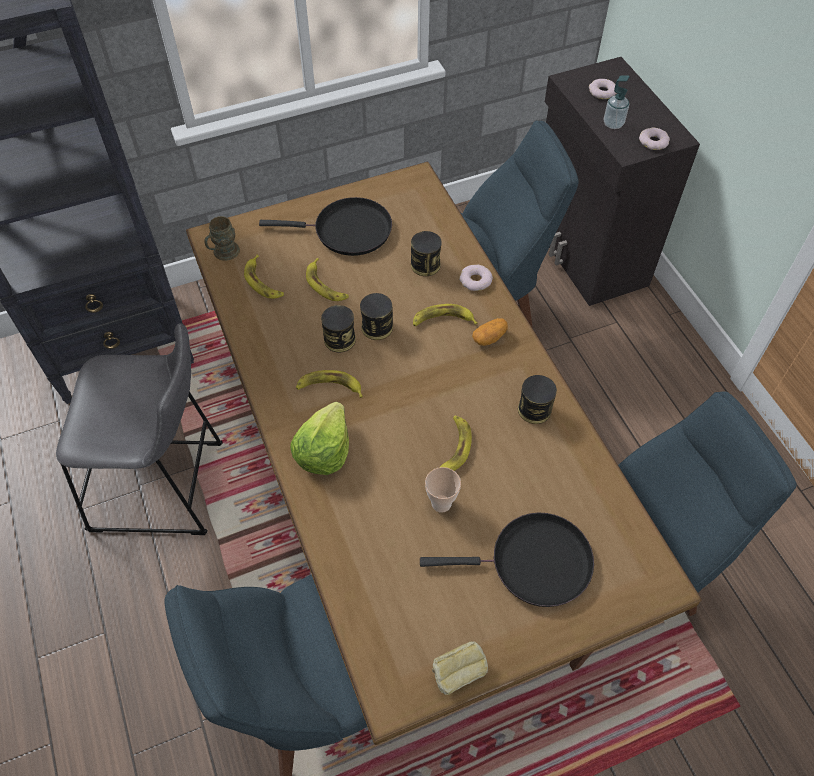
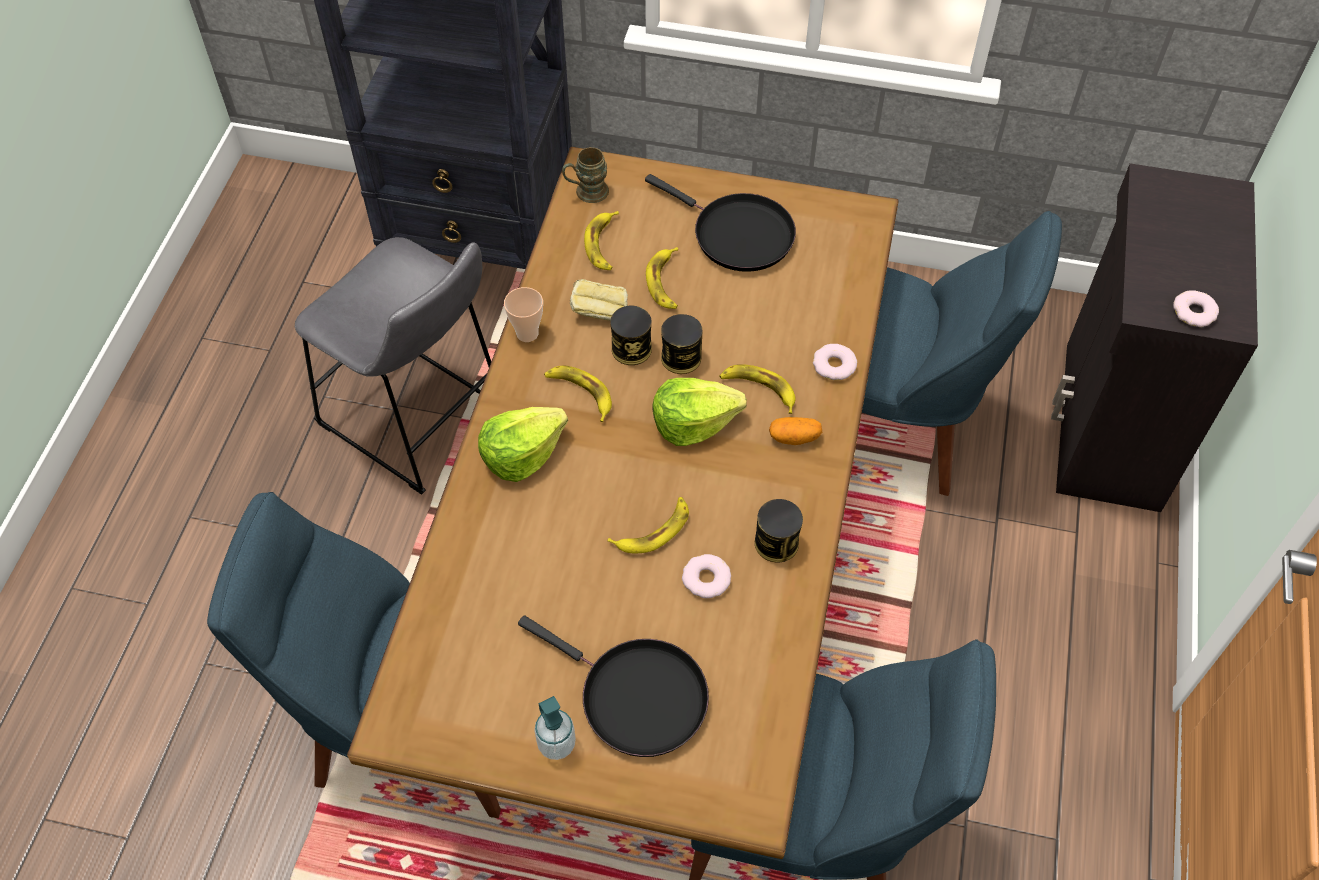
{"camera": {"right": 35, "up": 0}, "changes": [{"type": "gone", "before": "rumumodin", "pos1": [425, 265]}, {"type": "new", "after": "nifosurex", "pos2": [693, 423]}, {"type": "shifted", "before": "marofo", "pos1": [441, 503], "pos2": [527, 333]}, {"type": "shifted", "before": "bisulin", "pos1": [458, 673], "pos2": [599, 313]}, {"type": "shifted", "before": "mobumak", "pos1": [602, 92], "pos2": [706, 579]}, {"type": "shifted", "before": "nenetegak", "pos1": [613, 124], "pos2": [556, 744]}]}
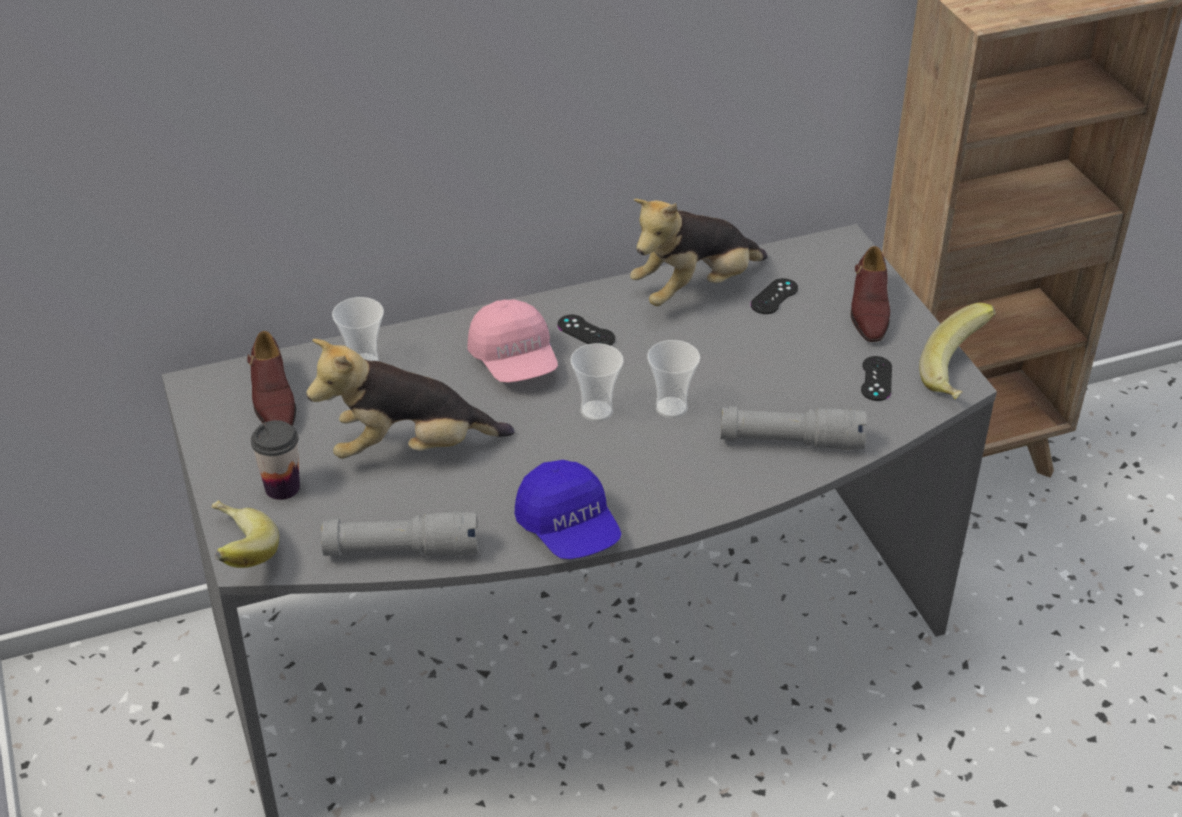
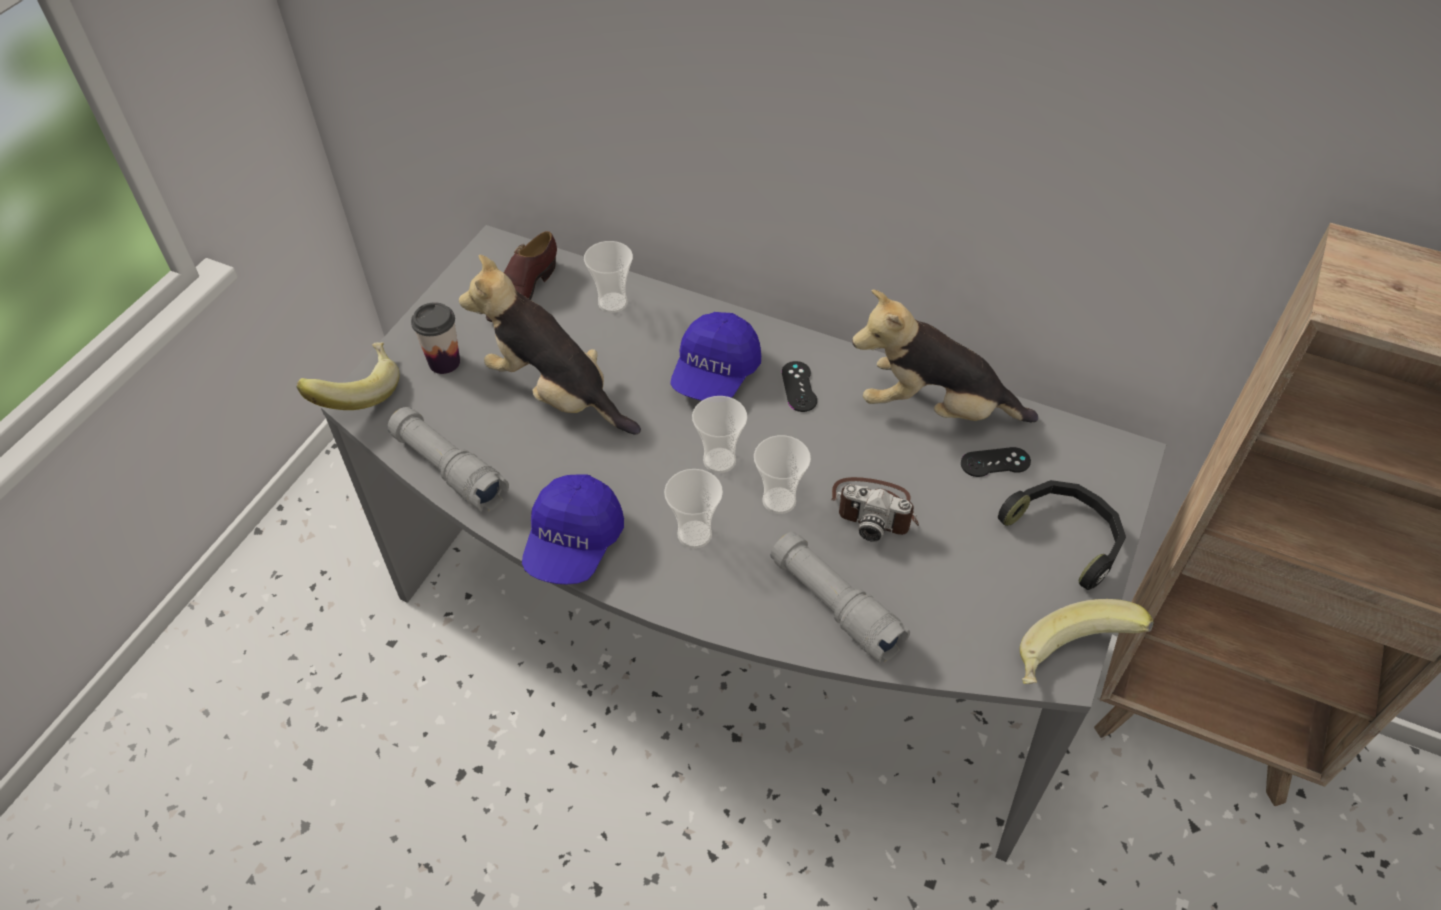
{"camera": {"right": 45, "up": 10}, "changes": [{"type": "gone", "before": "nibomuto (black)", "pos1": [876, 379]}, {"type": "new", "after": "marofo", "pos2": [694, 534]}, {"type": "new", "after": "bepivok", "pos2": [875, 509]}, {"type": "swapped", "before": "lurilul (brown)", "after": "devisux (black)", "pos1": [868, 311], "pos2": [1065, 536]}, {"type": "repainted", "before": "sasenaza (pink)", "after": "sasenaza (blue)", "pos1": [514, 361], "pos2": [715, 374]}]}
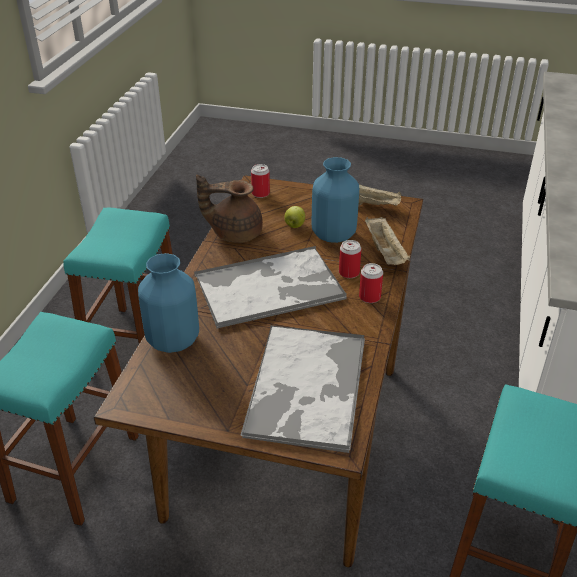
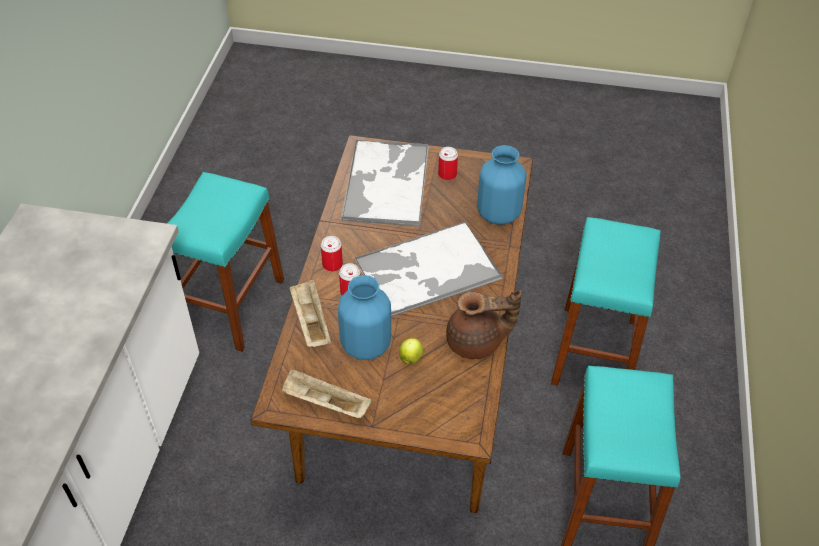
{"camera": {"right": 175, "up": 10}, "changes": [{"type": "shifted", "before": "rumumodin", "pos1": [260, 193], "pos2": [447, 175]}]}
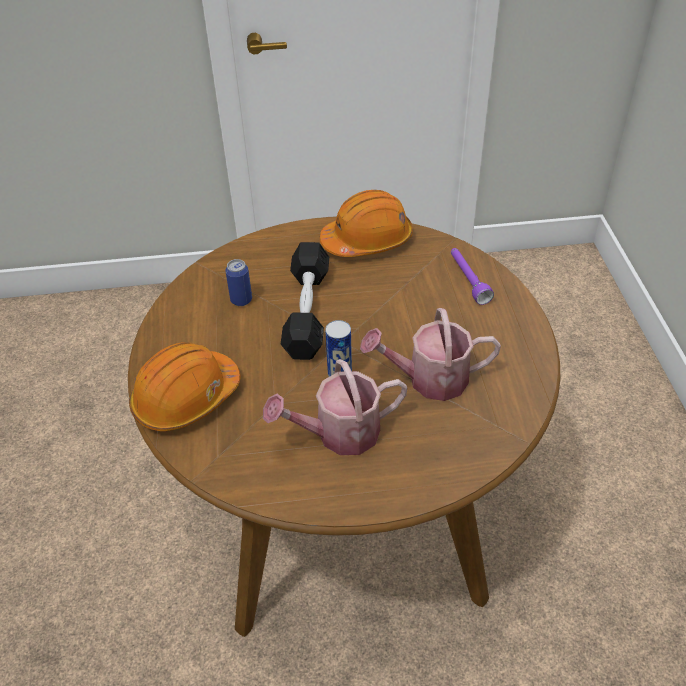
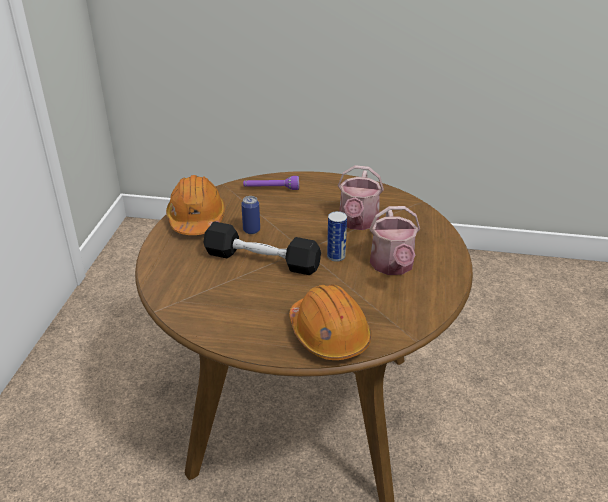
{"camera": {"right": -75, "up": -10}, "changes": [{"type": "shifted", "before": "rumumodin", "pos1": [241, 300], "pos2": [251, 230]}]}
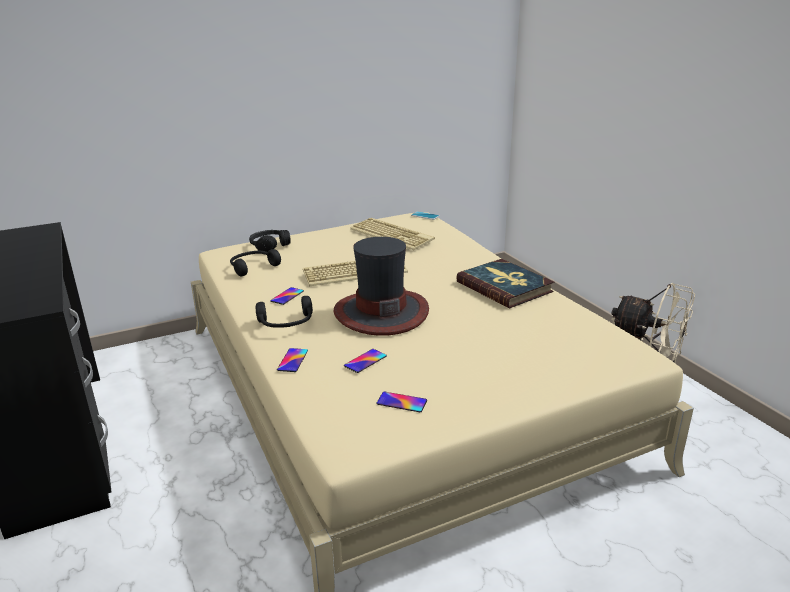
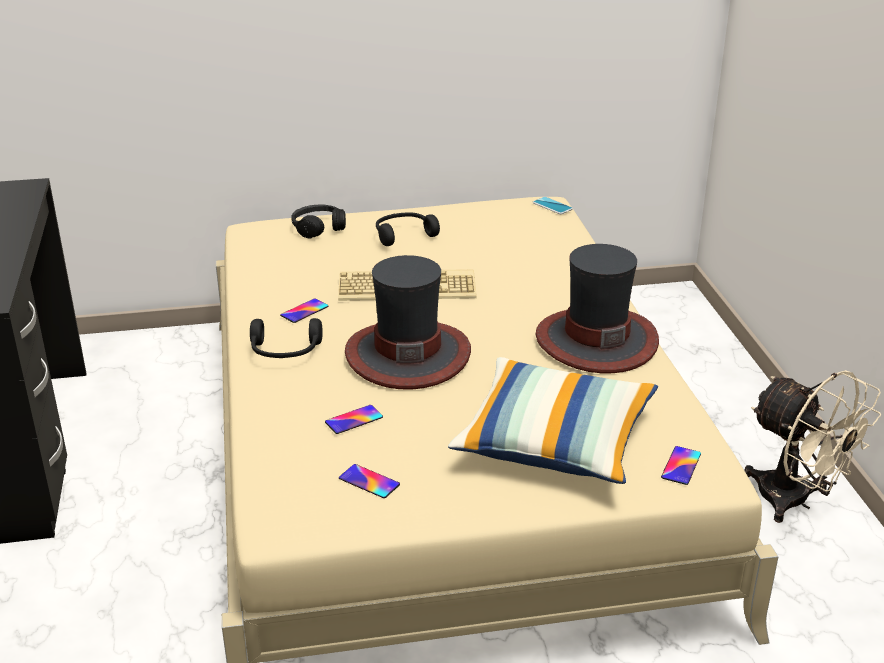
{"camera": {"right": 15, "up": 5}, "changes": [{"type": "gone", "before": "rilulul", "pos1": [393, 235]}, {"type": "new", "after": "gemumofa", "pos2": [555, 441]}, {"type": "shifted", "before": "devisux (black)", "pos1": [253, 267], "pos2": [403, 235]}, {"type": "shifted", "before": "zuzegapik", "pos1": [292, 360], "pos2": [681, 466]}, {"type": "swapped", "before": "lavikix", "after": "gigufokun", "pos1": [504, 287], "pos2": [596, 340]}]}
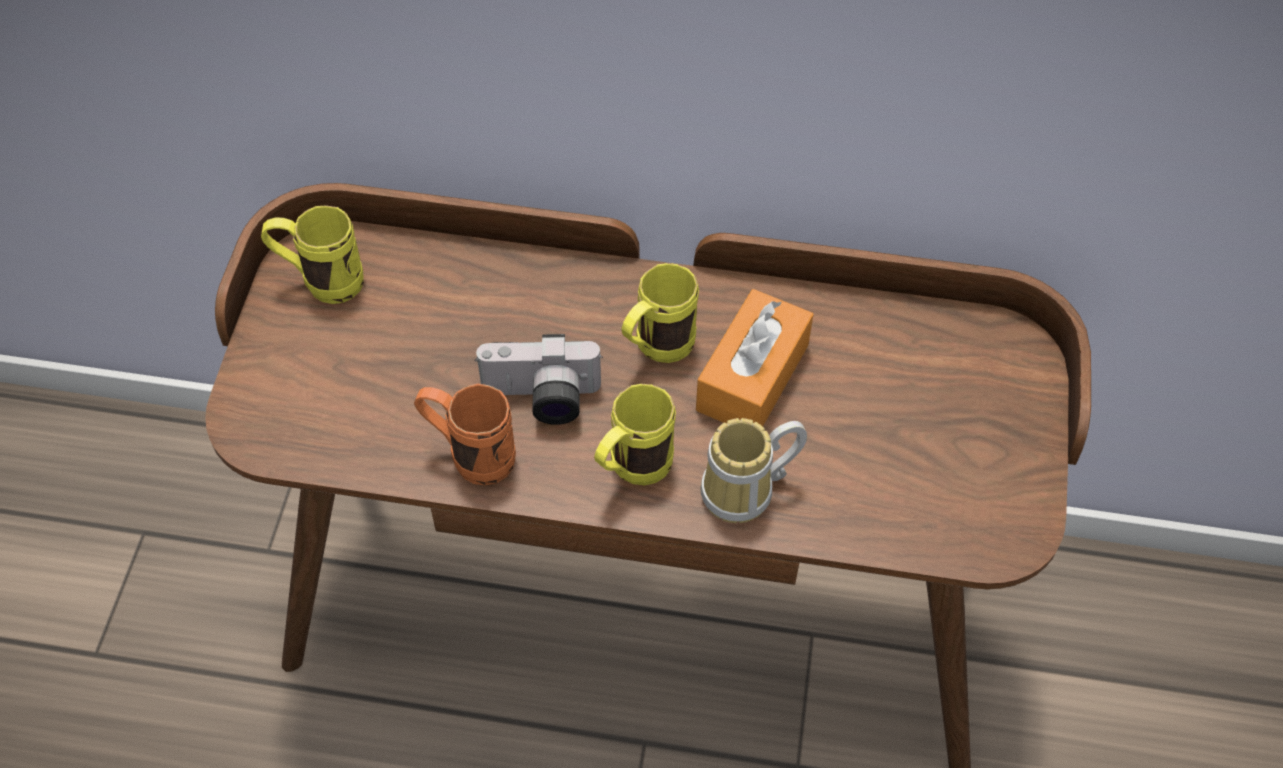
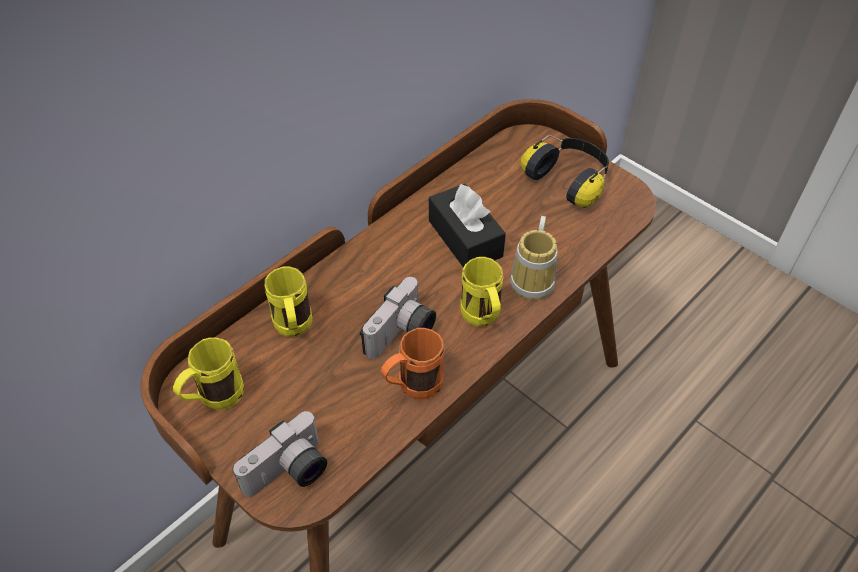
{"camera": {"right": -55, "up": -5}, "changes": [{"type": "new", "after": "bepivok", "pos2": [289, 473]}, {"type": "new", "after": "devisux", "pos2": [569, 181]}, {"type": "shifted", "before": "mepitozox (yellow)", "pos1": [655, 349], "pos2": [294, 329]}, {"type": "repainted", "before": "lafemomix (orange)", "after": "lafemomix (black)", "pos1": [752, 377], "pos2": [465, 238]}]}
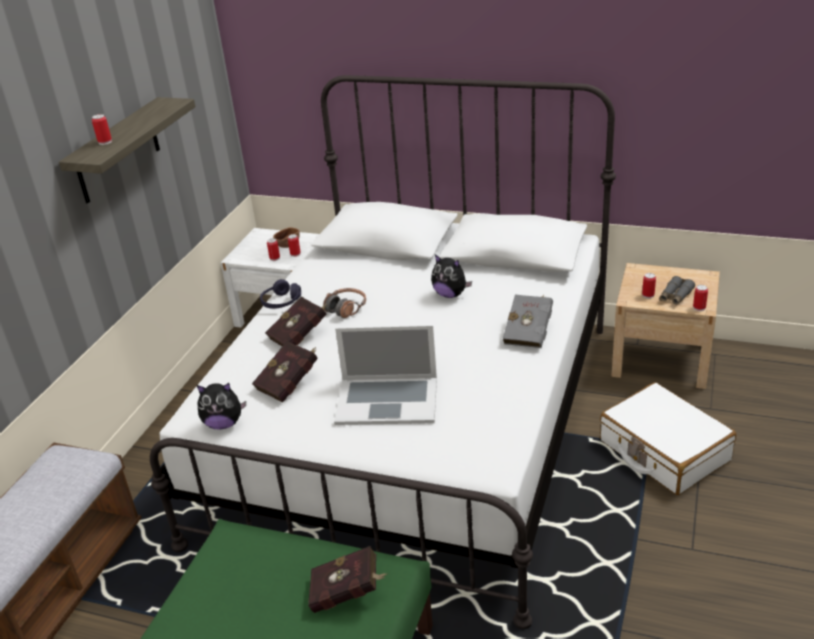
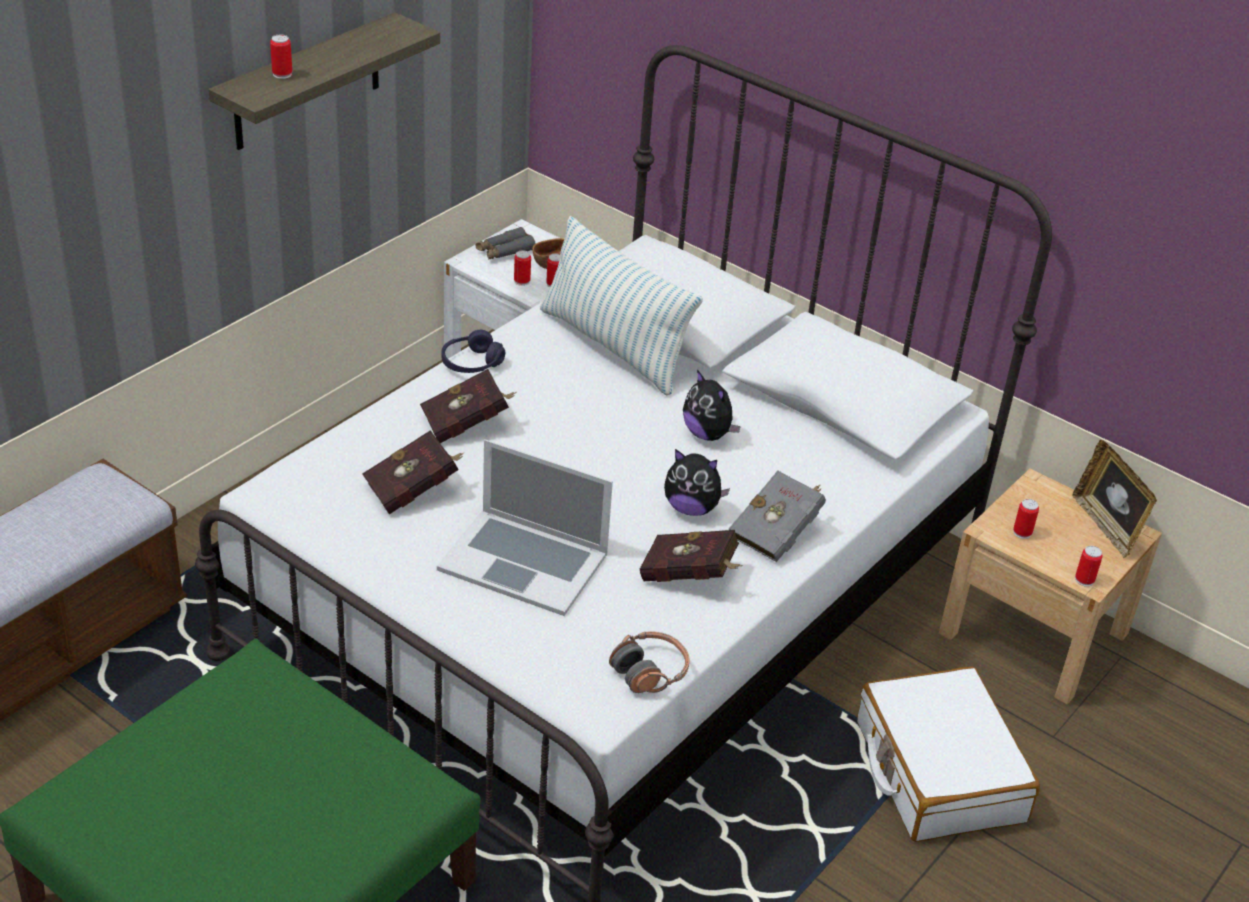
{"camera": {"right": 15, "up": 5}, "changes": [{"type": "new", "after": "gemumofa", "pos2": [613, 346]}, {"type": "new", "after": "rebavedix", "pos2": [1106, 526]}, {"type": "shifted", "before": "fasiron", "pos1": [224, 424], "pos2": [691, 508]}, {"type": "shifted", "before": "lavikix (red)", "pos1": [348, 593], "pos2": [691, 576]}, {"type": "shifted", "before": "devisux", "pos1": [346, 308], "pos2": [649, 671]}, {"type": "shifted", "before": "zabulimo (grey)", "pos1": [675, 296], "pos2": [504, 251]}]}
